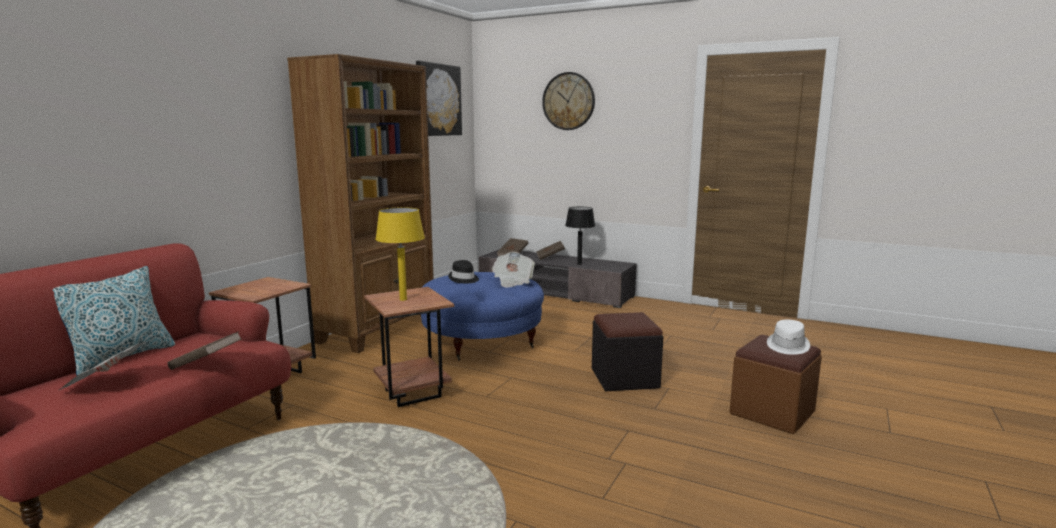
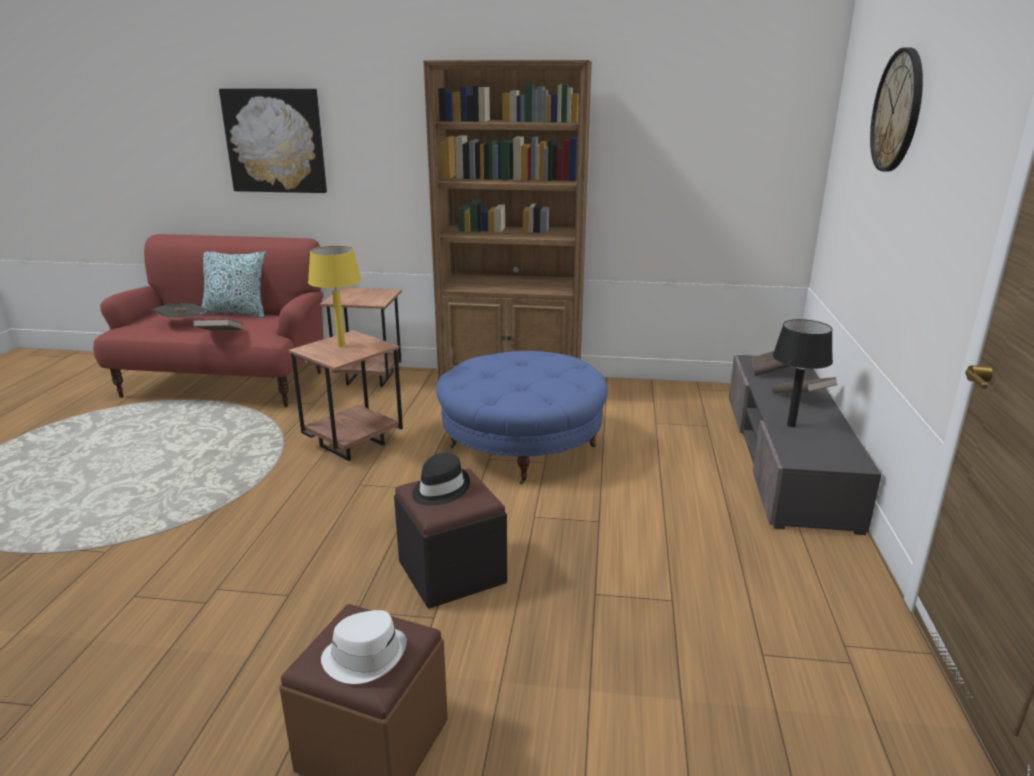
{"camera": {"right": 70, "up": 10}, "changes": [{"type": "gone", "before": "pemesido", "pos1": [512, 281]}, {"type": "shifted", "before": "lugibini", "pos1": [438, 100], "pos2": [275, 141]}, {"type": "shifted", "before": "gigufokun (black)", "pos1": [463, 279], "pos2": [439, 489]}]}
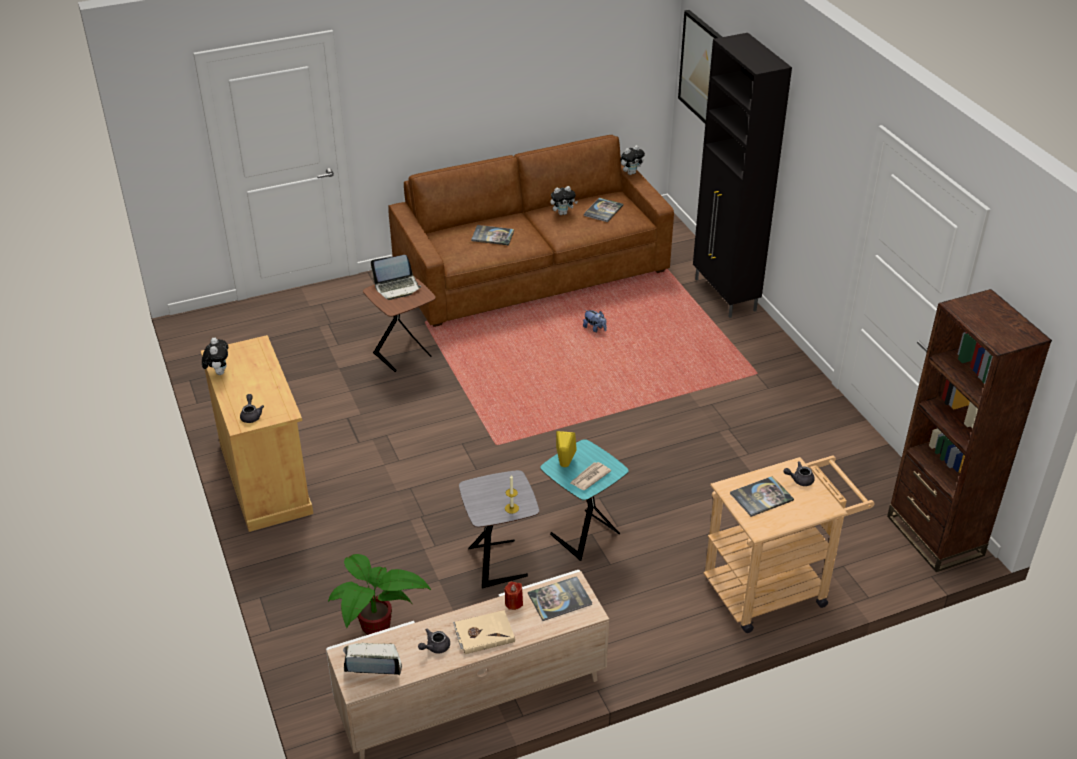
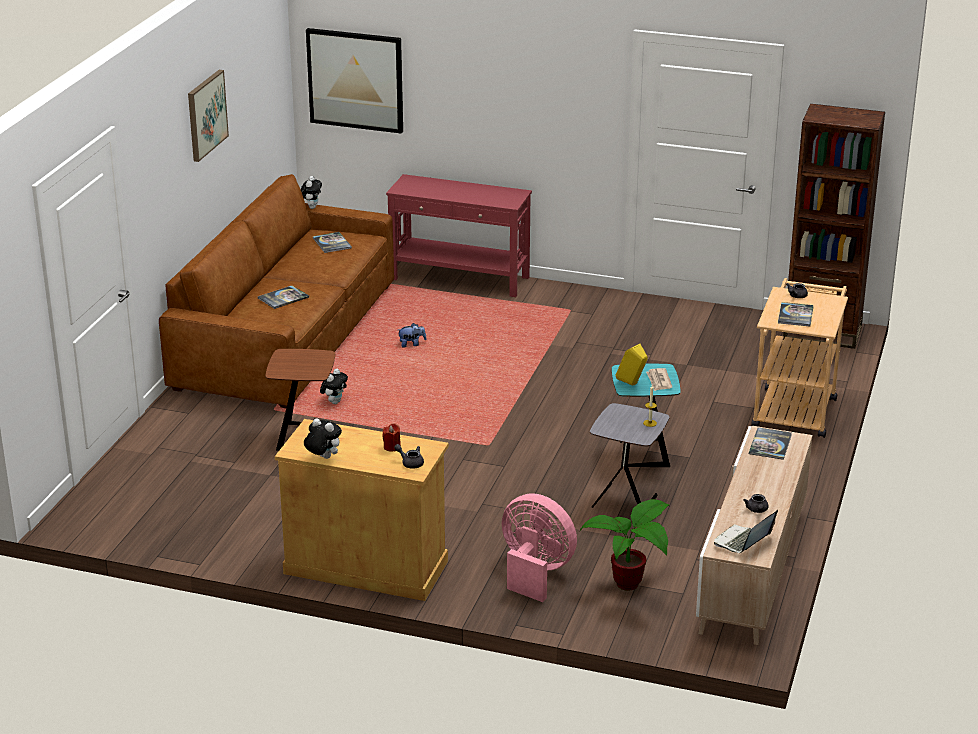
{"camera": {"right": -50, "up": -10}, "changes": [{"type": "gone", "before": "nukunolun", "pos1": [397, 287]}, {"type": "gone", "before": "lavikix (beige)", "pos1": [483, 633]}, {"type": "new", "after": "lugibini", "pos2": [206, 115]}, {"type": "new", "after": "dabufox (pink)", "pos2": [535, 572]}, {"type": "shifted", "before": "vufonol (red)", "pos1": [514, 603], "pos2": [392, 447]}, {"type": "shifted", "before": "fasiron", "pos1": [563, 213], "pos2": [334, 402]}, {"type": "swapped", "before": "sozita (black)", "after": "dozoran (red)", "pos1": [725, 295], "pos2": [460, 278]}]}
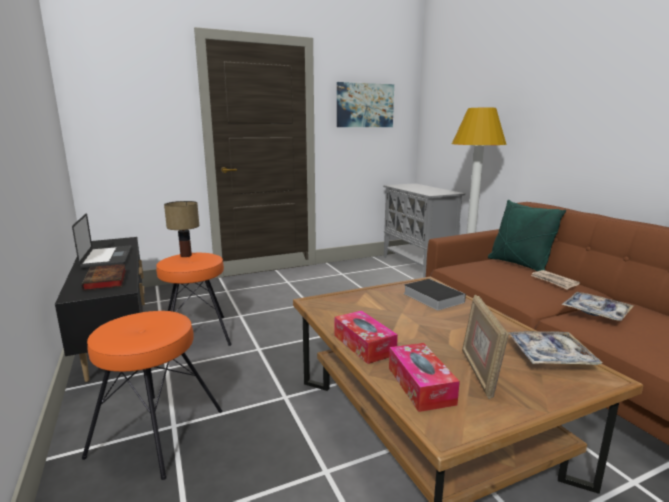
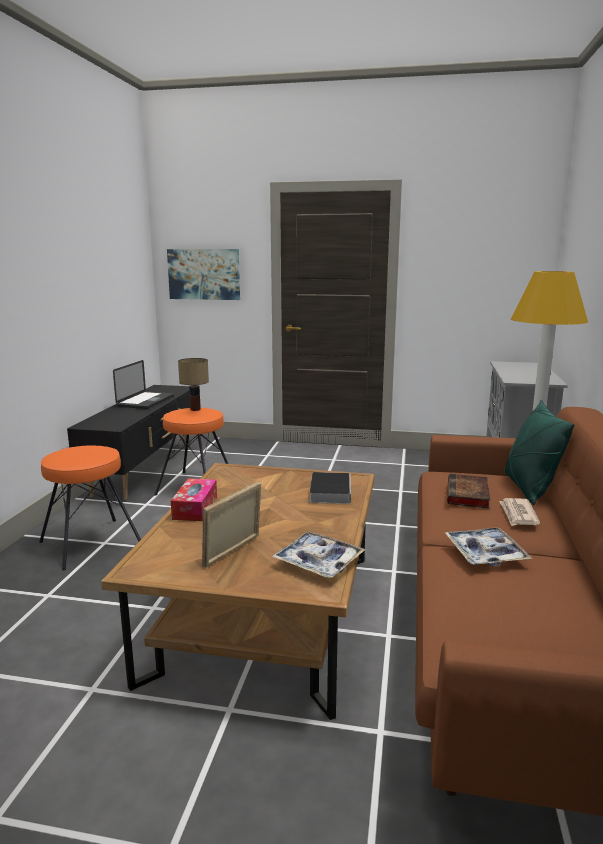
{"camera": {"right": 35, "up": 0}, "changes": [{"type": "gone", "before": "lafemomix", "pos1": [420, 385]}, {"type": "shifted", "before": "lavikix", "pos1": [106, 280], "pos2": [468, 495]}, {"type": "shifted", "before": "lugibini", "pos1": [365, 105], "pos2": [204, 274]}]}
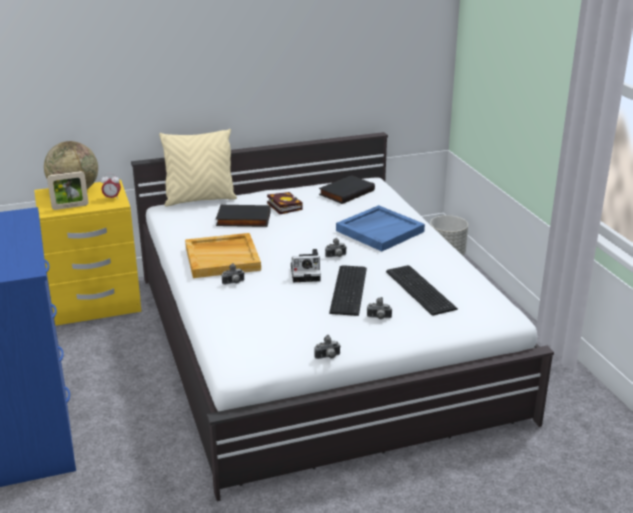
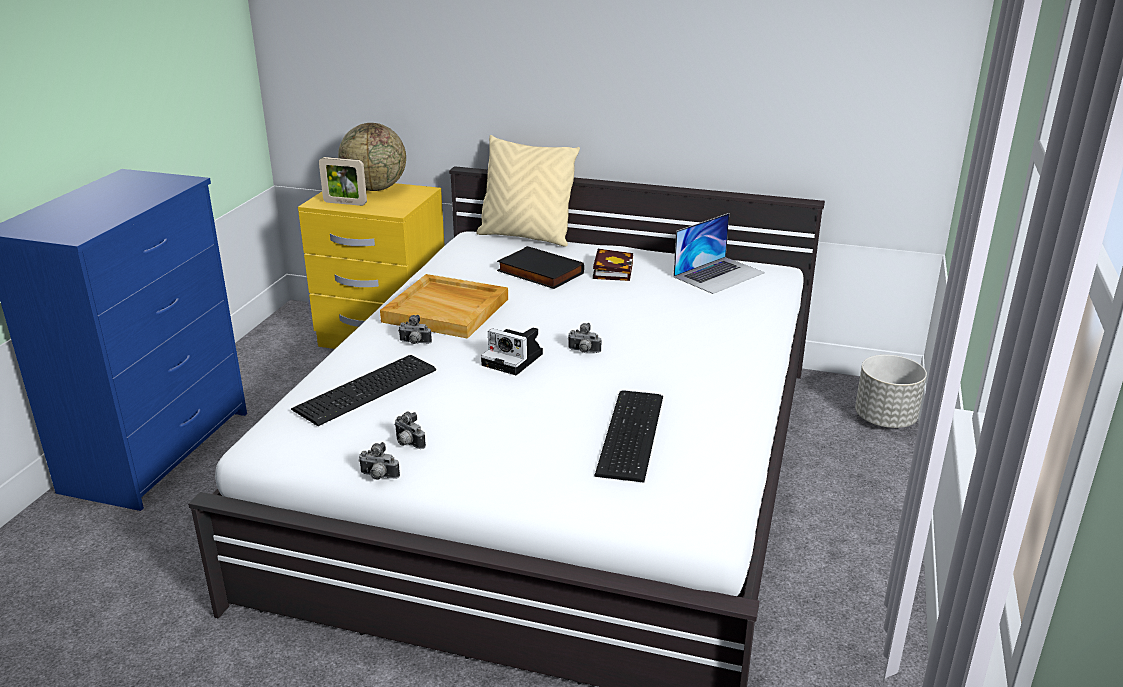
{"camera": {"right": 35, "up": 0}, "changes": [{"type": "gone", "before": "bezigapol", "pos1": [112, 198]}, {"type": "gone", "before": "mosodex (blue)", "pos1": [380, 231]}, {"type": "shifted", "before": "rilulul", "pos1": [350, 289], "pos2": [369, 389]}, {"type": "shifted", "before": "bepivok", "pos1": [379, 318], "pos2": [407, 444]}, {"type": "swapped", "before": "lavikix (black)", "after": "nukunolun", "pos1": [346, 192], "pos2": [719, 274]}]}
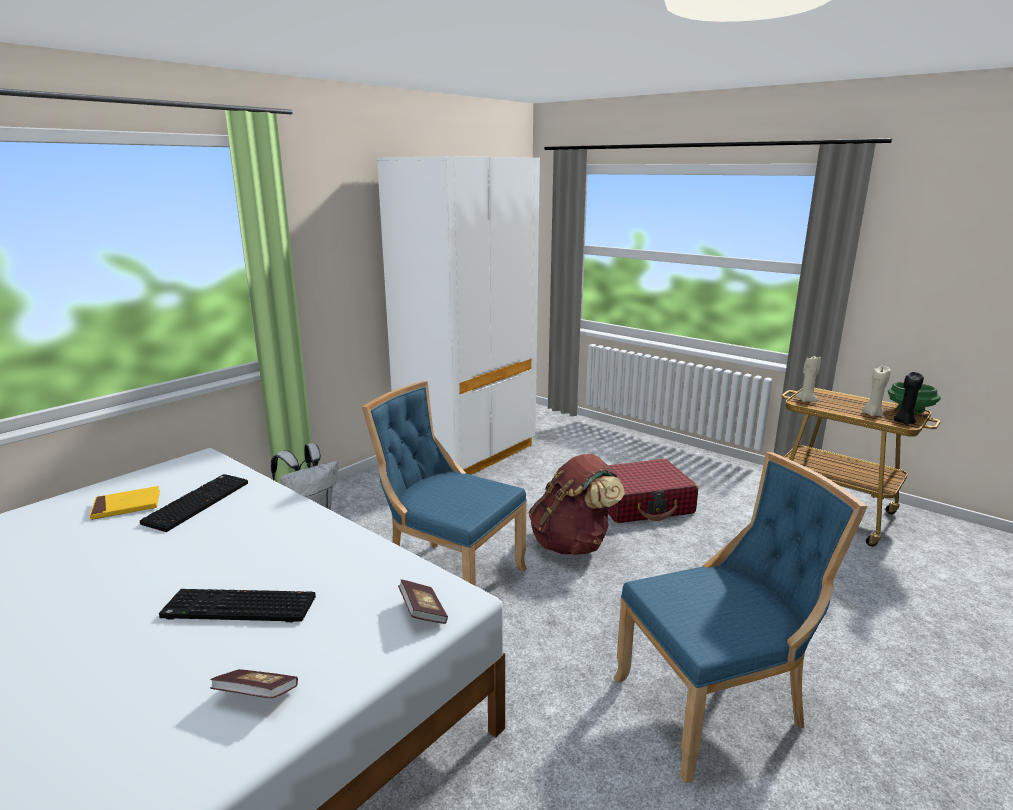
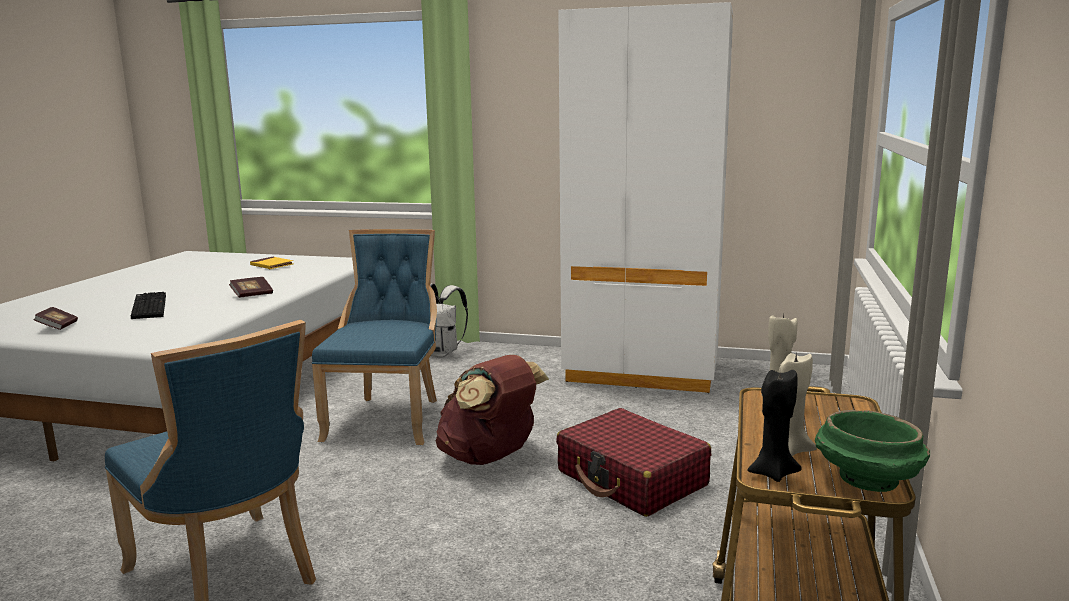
{"camera": {"right": 65, "up": -5}, "changes": [{"type": "gone", "before": "rilulul", "pos1": [197, 502]}, {"type": "shifted", "before": "lavikix", "pos1": [423, 612], "pos2": [252, 295]}]}
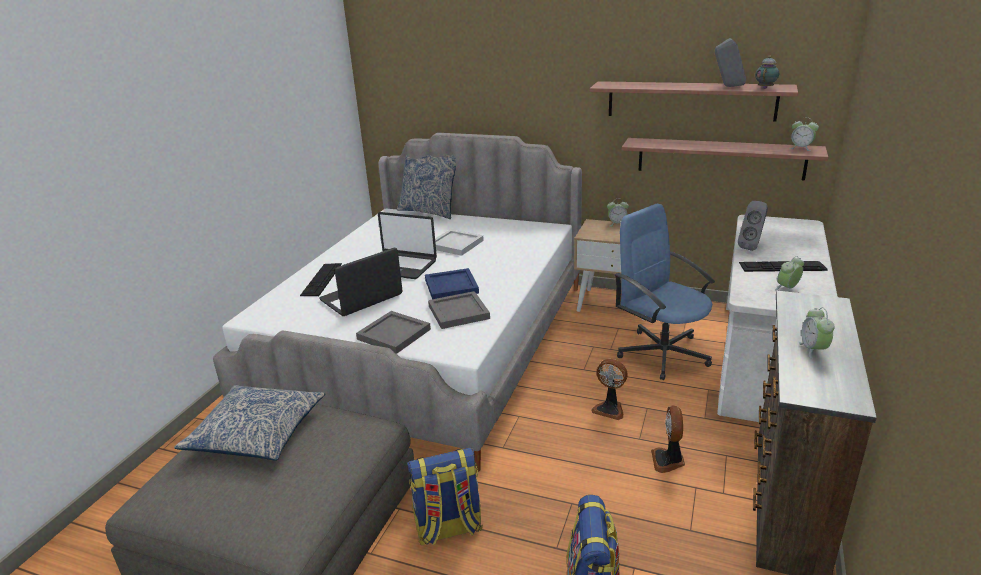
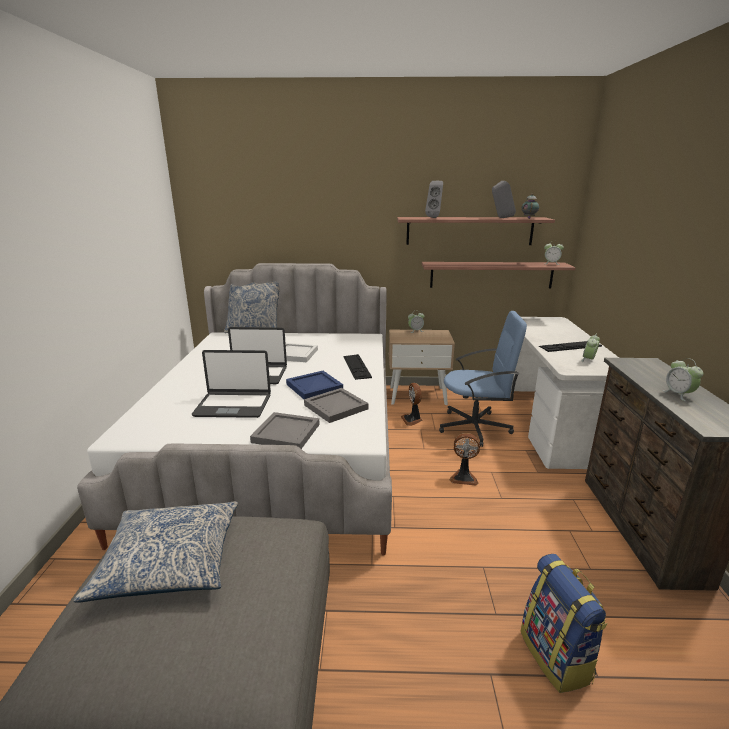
{"camera": {"right": -20, "up": -5}, "changes": [{"type": "gone", "before": "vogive", "pos1": [448, 528]}, {"type": "shifted", "before": "rilulul", "pos1": [321, 279], "pos2": [356, 366]}, {"type": "shifted", "before": "dabufox", "pos1": [668, 460], "pos2": [412, 420]}, {"type": "shifted", "before": "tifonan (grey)", "pos1": [752, 247], "pos2": [435, 217]}, {"type": "rotated", "before": "nukunolun", "pos1": [362, 298], "pos2": [233, 405], "turn": -120}, {"type": "rotated", "before": "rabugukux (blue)", "pos1": [662, 353], "pos2": [475, 427], "turn": 150}]}
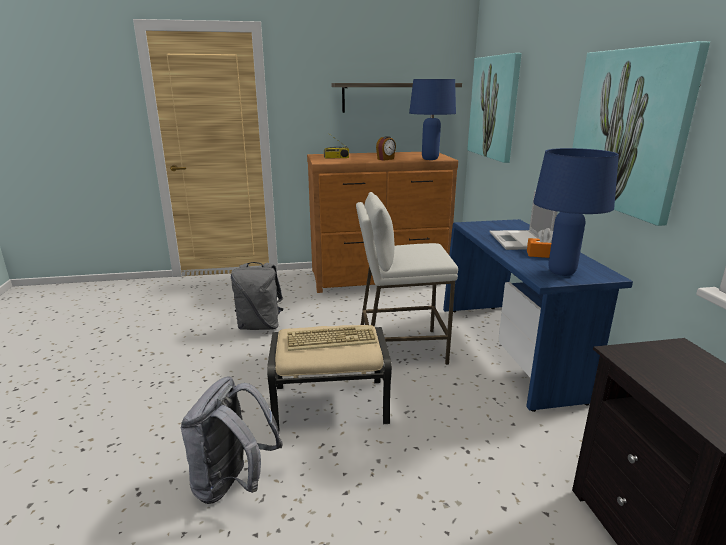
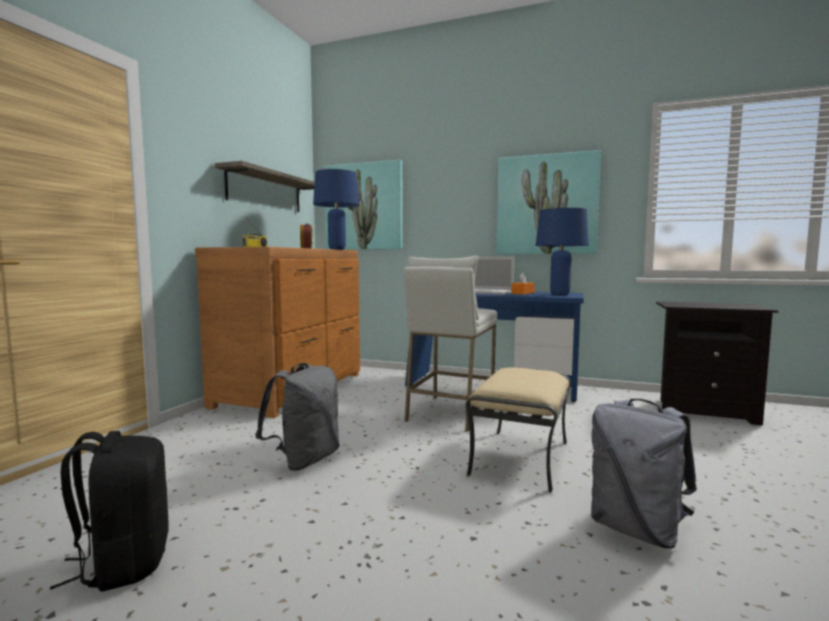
{"camera": {"right": -60, "up": -15}, "changes": [{"type": "gone", "before": "rilulul", "pos1": [332, 338]}, {"type": "new", "after": "vogive (black)", "pos2": [124, 563]}]}
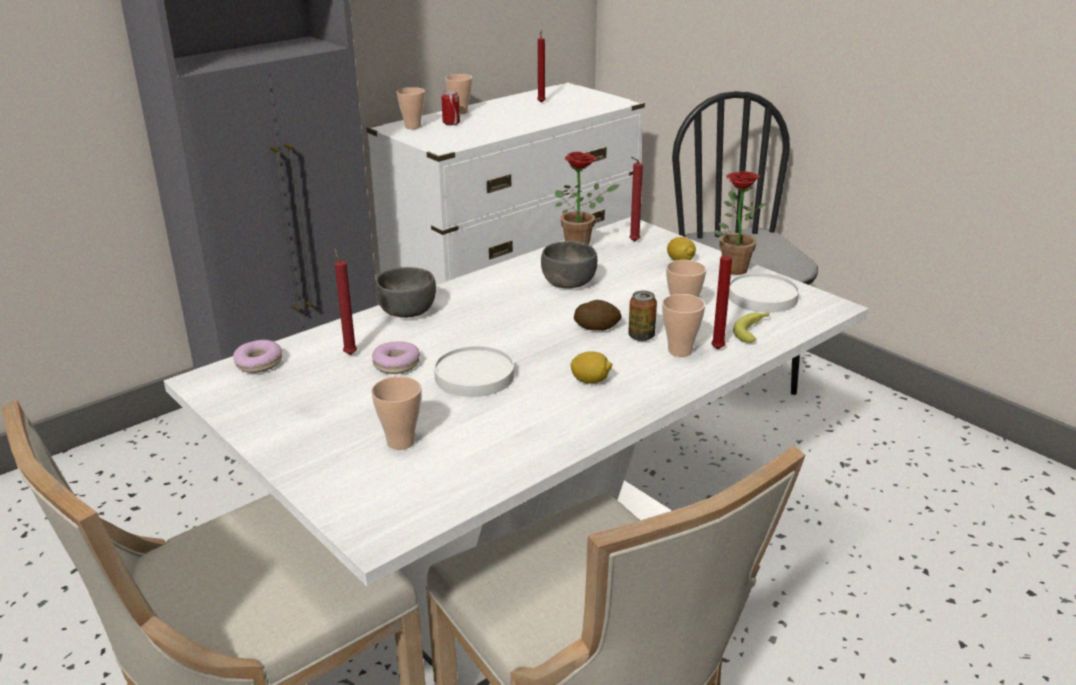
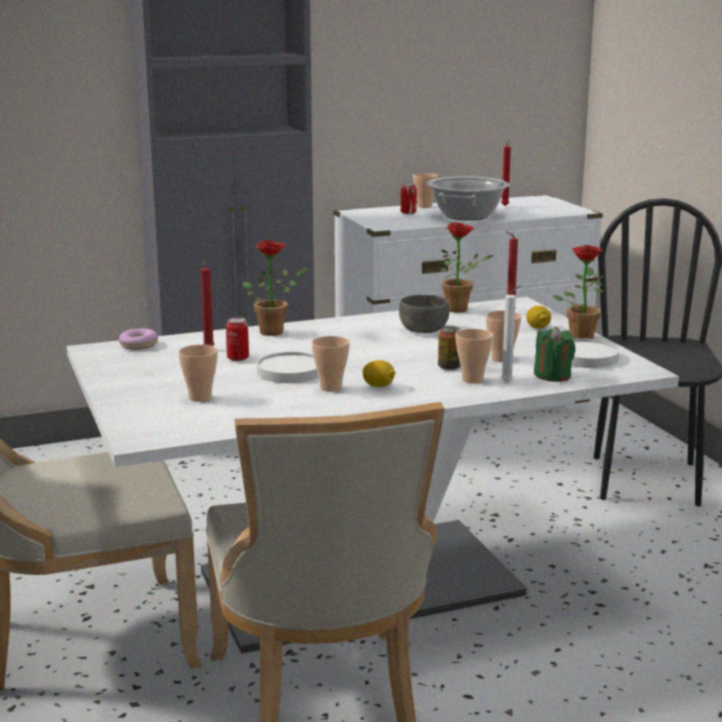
{"camera": {"right": 20, "up": -10}, "changes": [{"type": "gone", "before": "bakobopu", "pos1": [597, 327]}, {"type": "new", "after": "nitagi", "pos2": [467, 216]}, {"type": "shifted", "before": "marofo", "pos1": [412, 126], "pos2": [331, 388]}, {"type": "swapped", "before": "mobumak", "after": "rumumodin", "pos1": [396, 364], "pos2": [238, 358]}, {"type": "swapped", "before": "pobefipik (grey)", "after": "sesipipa", "pos1": [408, 311], "pos2": [276, 331]}, {"type": "swapped", "before": "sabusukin", "after": "vufonol (green)", "pos1": [754, 330], "pos2": [552, 376]}, {"type": "repainted", "before": "vufonol (red)", "after": "vufonol (white)", "pos1": [719, 348], "pos2": [508, 382]}]}
